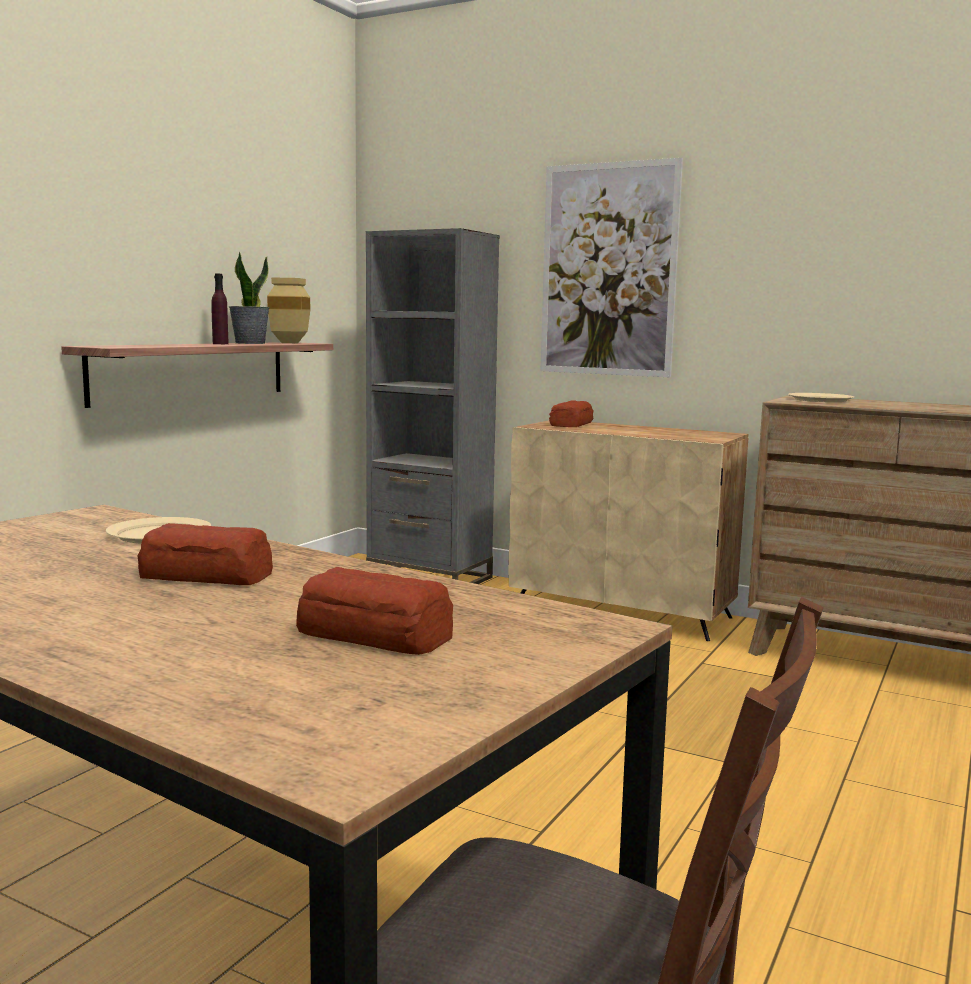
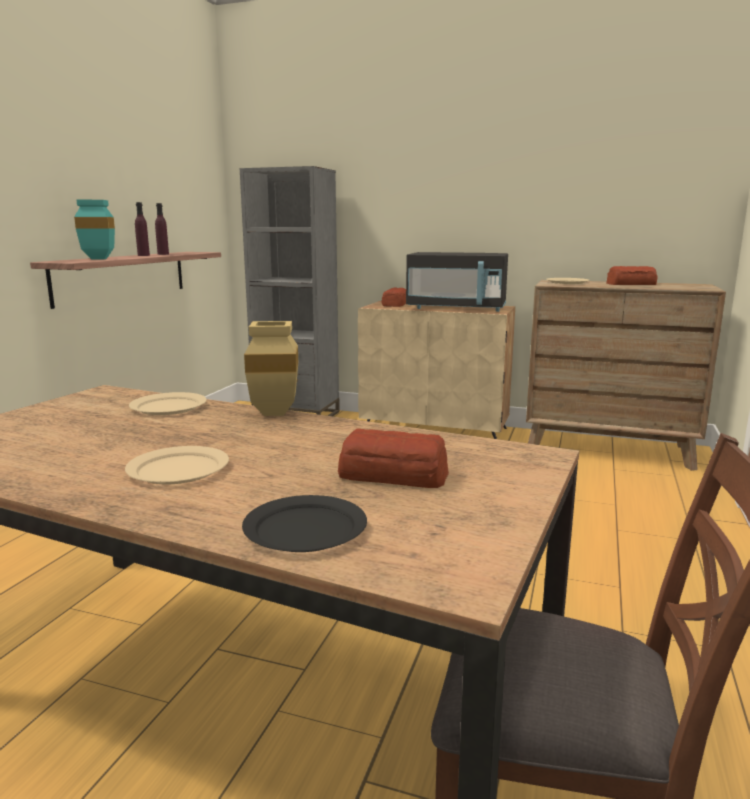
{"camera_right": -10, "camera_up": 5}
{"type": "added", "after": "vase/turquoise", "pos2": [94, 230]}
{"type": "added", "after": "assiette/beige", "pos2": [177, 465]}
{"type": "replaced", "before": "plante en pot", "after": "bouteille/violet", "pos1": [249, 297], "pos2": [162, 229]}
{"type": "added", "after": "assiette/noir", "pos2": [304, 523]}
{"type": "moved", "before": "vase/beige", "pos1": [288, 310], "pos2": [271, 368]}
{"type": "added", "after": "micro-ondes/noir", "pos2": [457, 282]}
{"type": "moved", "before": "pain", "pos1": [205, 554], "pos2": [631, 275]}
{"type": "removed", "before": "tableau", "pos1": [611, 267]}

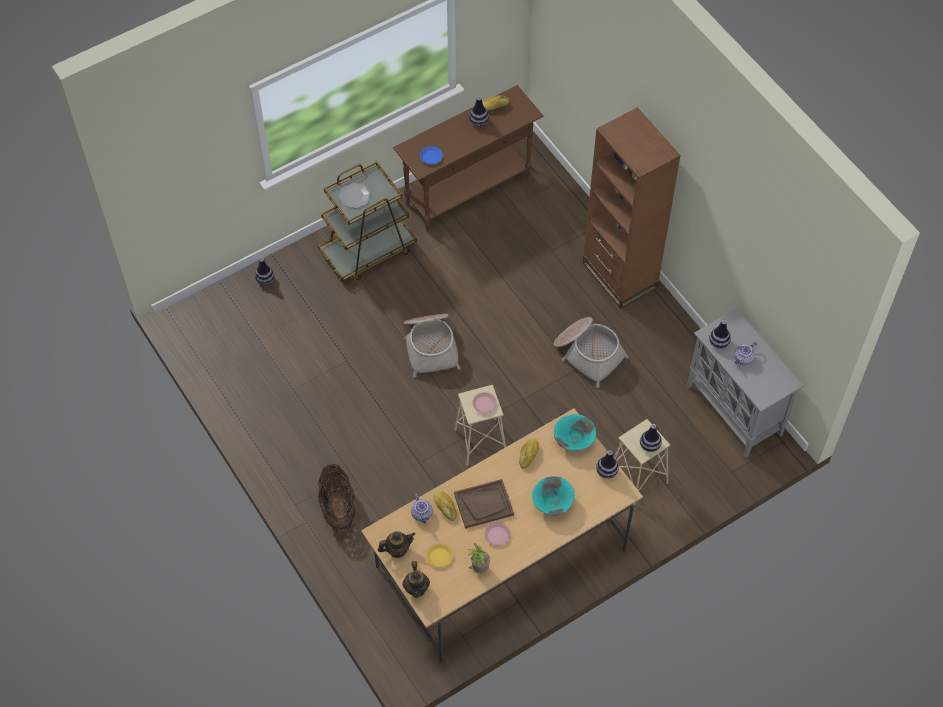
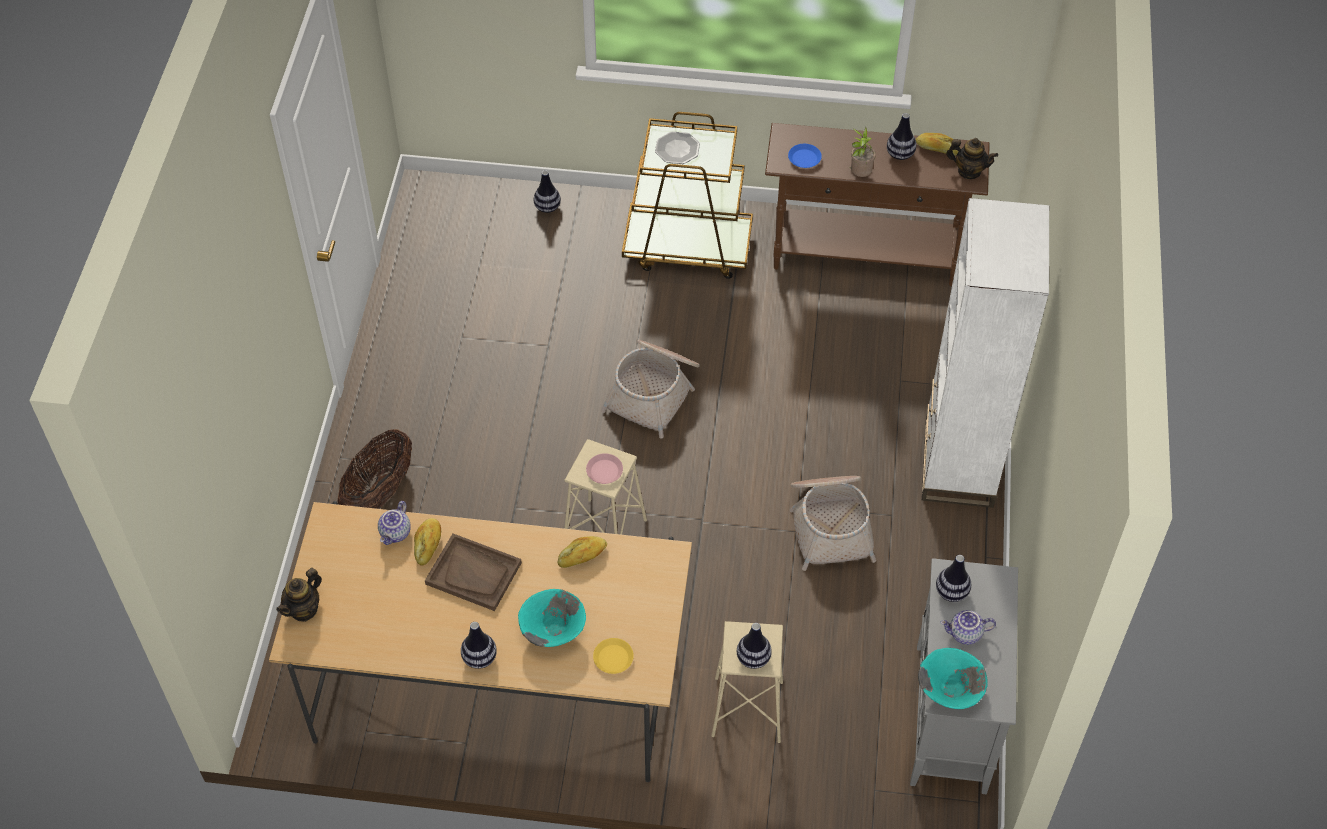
{"camera_right": 40, "camera_up": -5}
{"type": "moved", "before": "vase", "pos1": [607, 464], "pos2": [479, 645]}
{"type": "moved", "before": "assiette/jaune", "pos1": [440, 556], "pos2": [613, 656]}
{"type": "moved", "before": "plante en pot", "pos1": [478, 558], "pos2": [863, 152]}
{"type": "moved", "before": "bol/turquoise", "pos1": [575, 432], "pos2": [953, 678]}
{"type": "recoloured", "before": "bibliothèque/marron", "after": "bibliothèque/blanc", "pos1": [632, 208], "pos2": [985, 353]}
{"type": "moved", "before": "théière", "pos1": [396, 544], "pos2": [972, 158]}
{"type": "removed", "before": "assiette/rose", "pos1": [498, 534]}

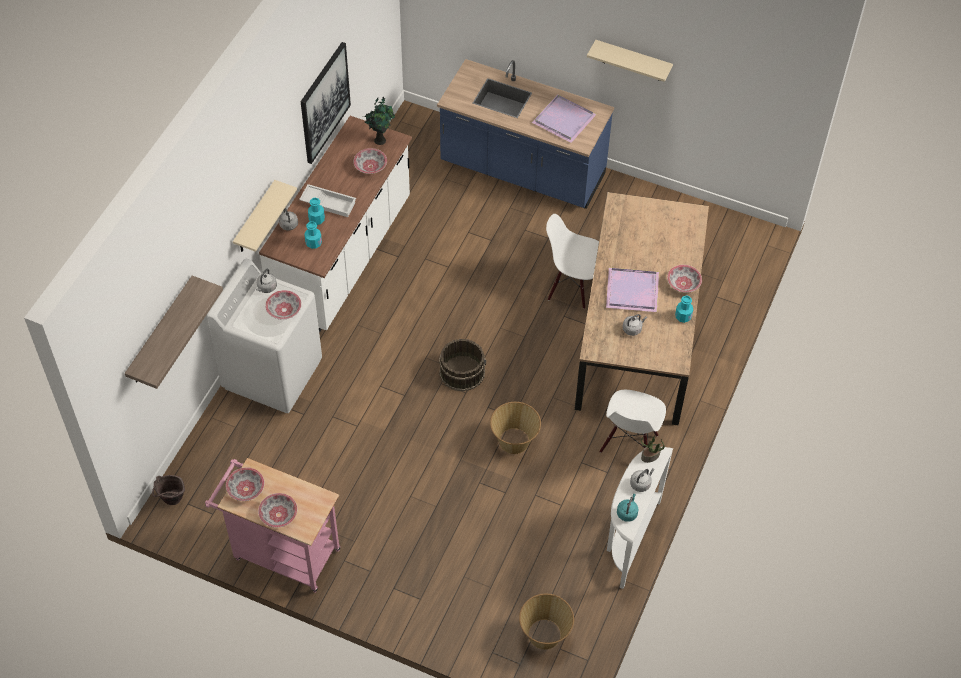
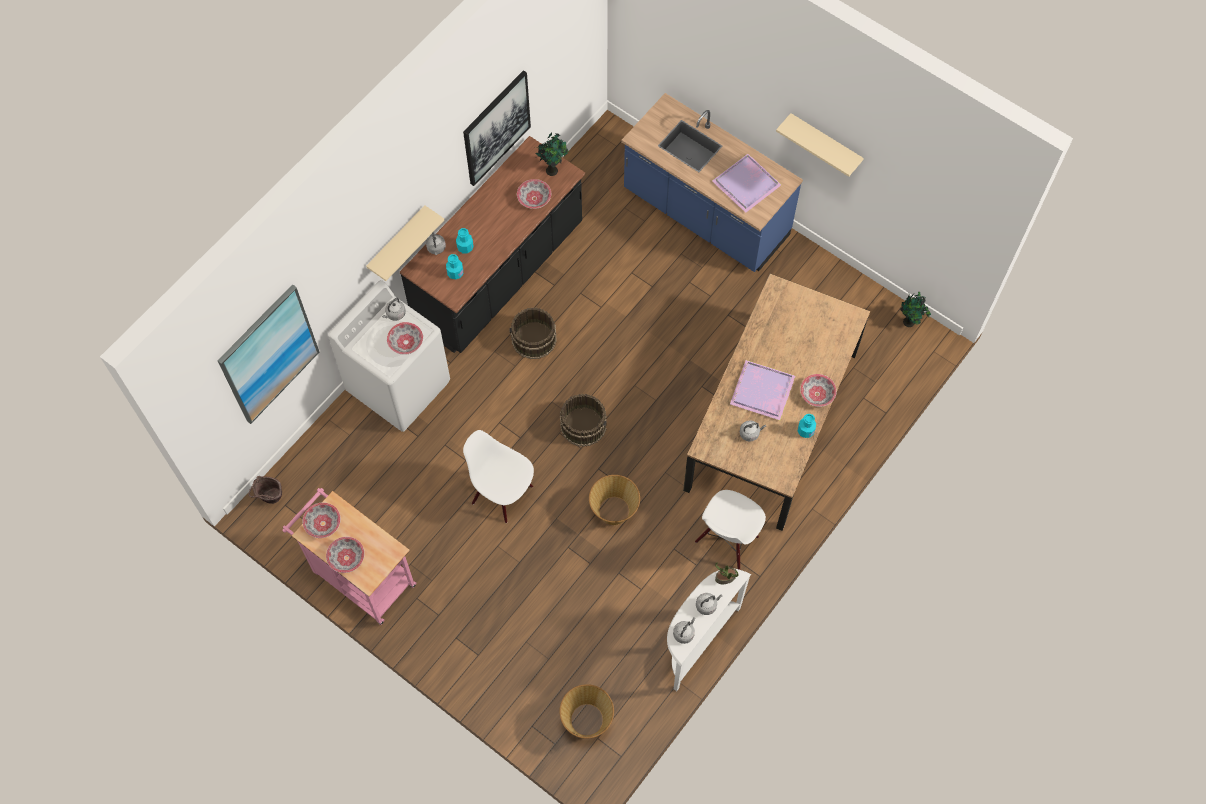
{"camera_right": 15, "camera_up": 10}
{"type": "replaced", "before": "étagère", "after": "tableau", "pos1": [174, 332], "pos2": [268, 354]}
{"type": "recoloured", "before": "comptoir de cuisine/blanc", "after": "comptoir de cuisine/noir", "pos1": [335, 224], "pos2": [492, 244]}
{"type": "moved", "before": "chaise/blanc", "pos1": [572, 261], "pos2": [498, 476]}
{"type": "added", "after": "seau/marron", "pos2": [533, 333]}
{"type": "recoloured", "before": "bouilloire/turquoise", "after": "bouilloire/gris", "pos1": [628, 508], "pos2": [684, 630]}
{"type": "added", "after": "plante en pot", "pos2": [915, 309]}
{"type": "removed", "before": "plateau/blanc", "pos1": [327, 200]}

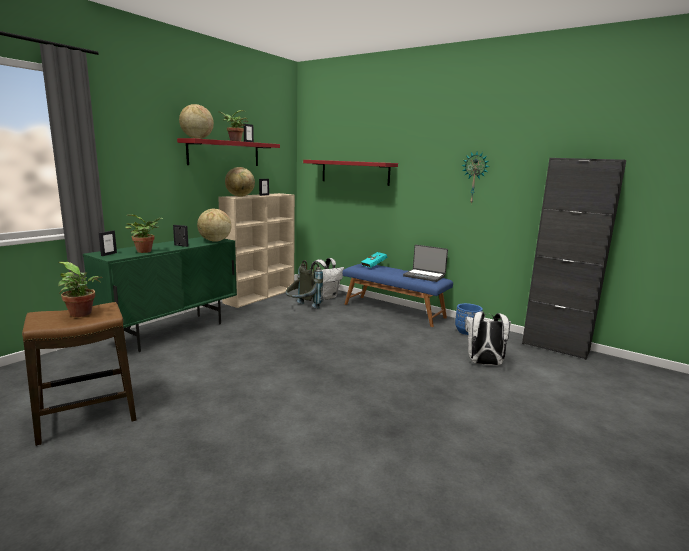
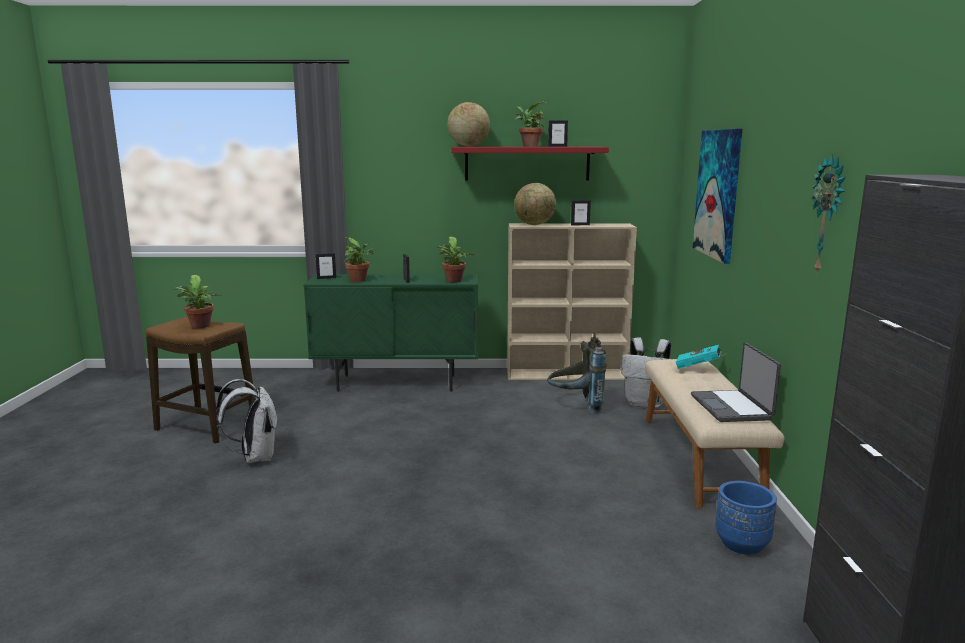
{"camera_right": 55, "camera_up": 0}
{"type": "moved", "before": "sac à dos/blanc", "pos1": [488, 338], "pos2": [246, 421]}
{"type": "replaced", "before": "globe", "after": "plante en pot", "pos1": [214, 225], "pos2": [455, 259]}
{"type": "recoloured", "before": "banc/bleu", "after": "banc/beige", "pos1": [398, 295], "pos2": [715, 433]}
{"type": "replaced", "before": "étagère/rouge", "after": "tableau", "pos1": [350, 173], "pos2": [717, 196]}

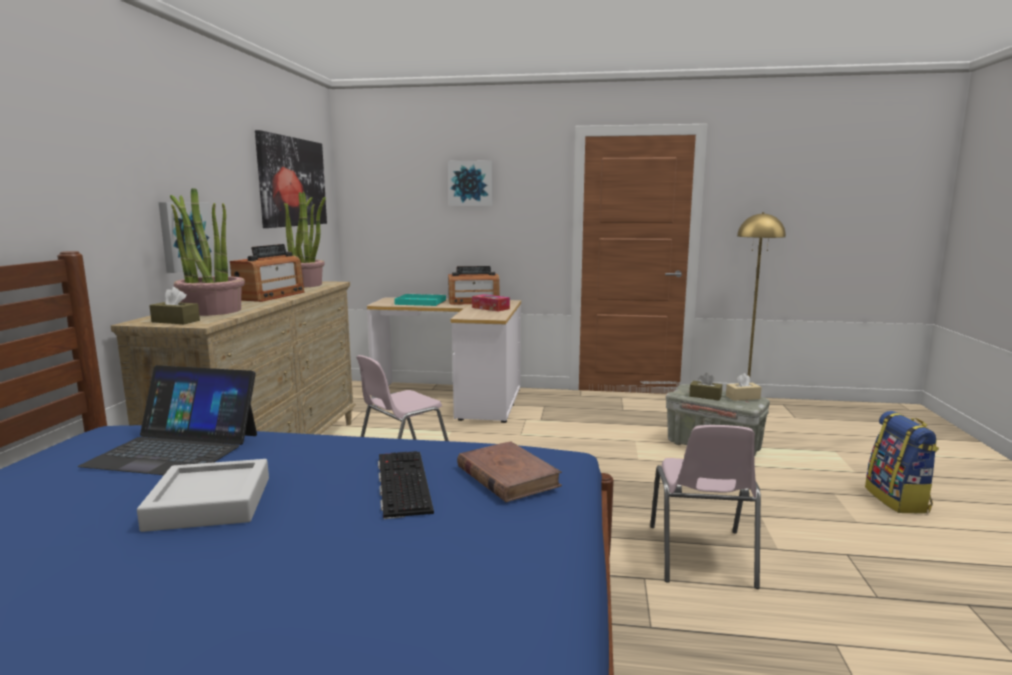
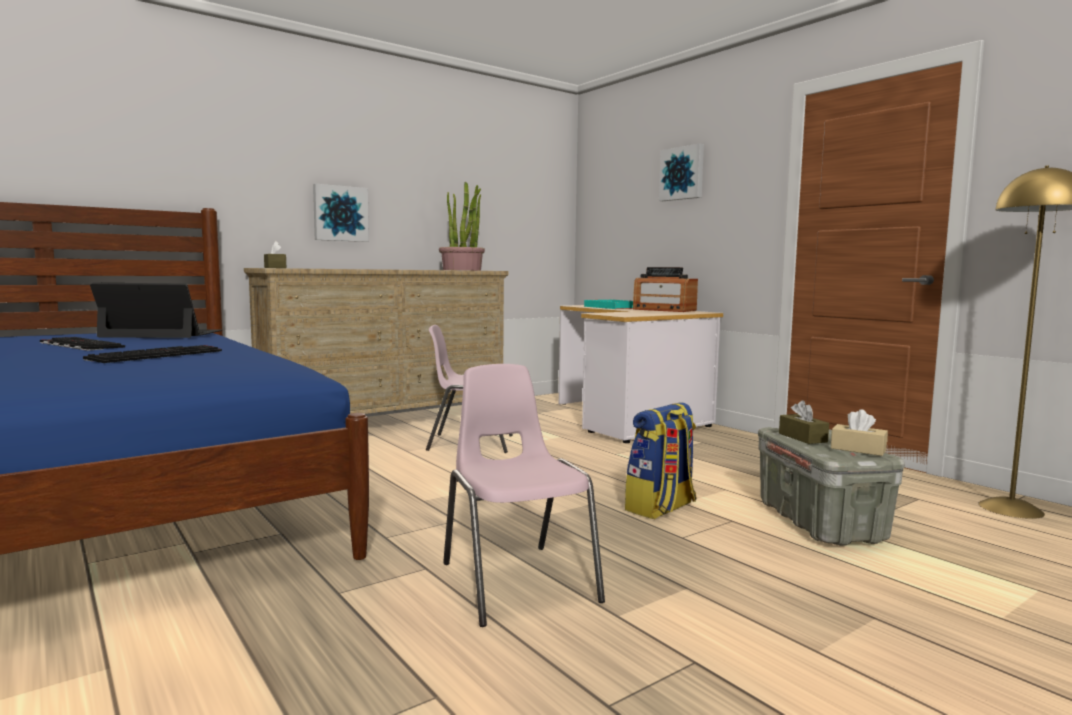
{"camera_right": 45, "camera_up": -5}
{"type": "replaced", "before": "plateau/gris", "after": "clavier", "pos1": [203, 495], "pos2": [82, 344]}
{"type": "turned", "before": "ordinateur portable", "pos1": [167, 420], "pos2": [156, 310], "turn": 120}
{"type": "turned", "before": "chaise/rose", "pos1": [705, 507], "pos2": [524, 495], "turn": 105}
{"type": "moved", "before": "sac à dos", "pos1": [902, 462], "pos2": [660, 460]}
{"type": "removed", "before": "plante en pot", "pos1": [207, 252]}
{"type": "removed", "before": "radio", "pos1": [267, 273]}
{"type": "removed", "before": "tableau", "pos1": [291, 179]}
{"type": "removed", "before": "livre/marron", "pos1": [509, 471]}
{"type": "removed", "before": "boîte à mouchoirs", "pos1": [491, 303]}

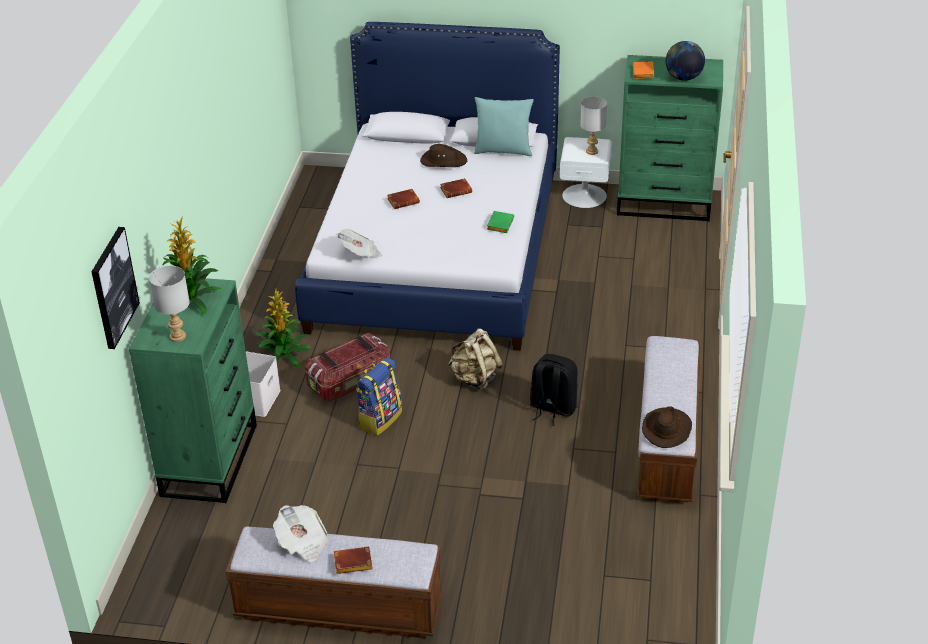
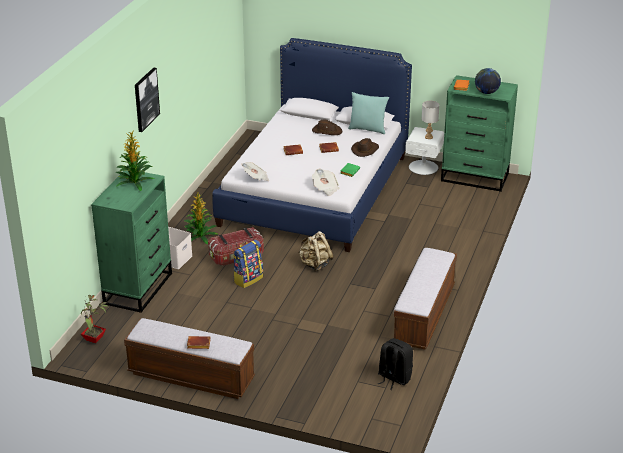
{"camera_right": 10, "camera_up": -5}
{"type": "added", "after": "plante en pot", "pos2": [94, 319]}
{"type": "moved", "before": "tableau", "pos1": [115, 288], "pos2": [147, 99]}
{"type": "moved", "before": "journal", "pos1": [301, 533], "pos2": [326, 182]}
{"type": "moved", "before": "chapeau/marron", "pos1": [667, 427], "pos2": [365, 147]}
{"type": "moved", "before": "sac à dos/noir", "pos1": [554, 390], "pos2": [395, 364]}
{"type": "removed", "before": "lampe de table/gris", "pos1": [169, 304]}

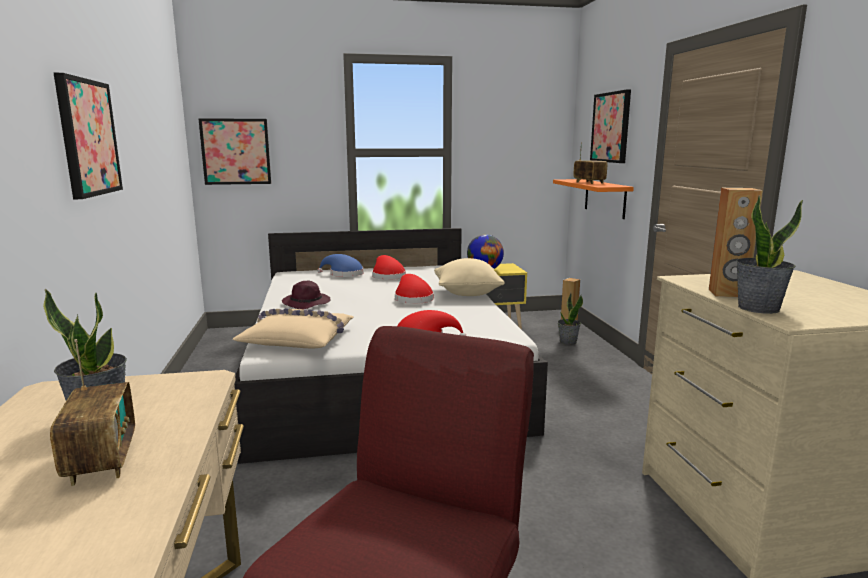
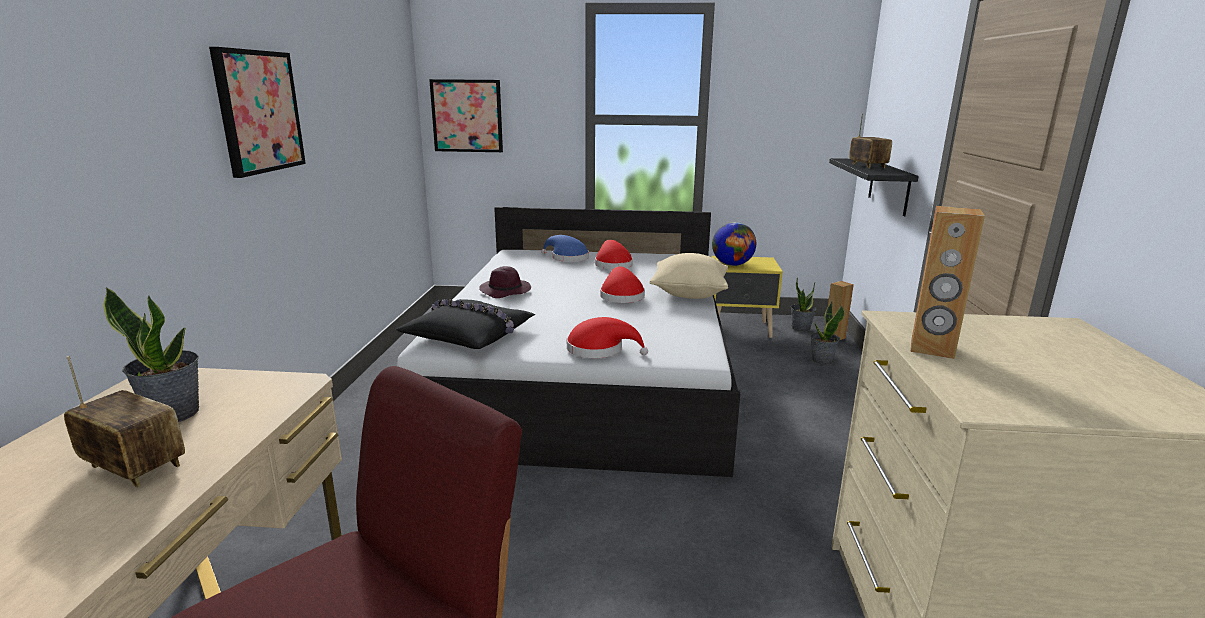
{"camera_right": 15, "camera_up": 5}
{"type": "turned", "before": "radio", "pos1": [92, 412], "pos2": [124, 421], "turn": -60}
{"type": "recoloured", "before": "coussin/beige", "after": "coussin/noir", "pos1": [293, 328], "pos2": [465, 324]}
{"type": "moved", "before": "plante en pot", "pos1": [769, 254], "pos2": [803, 305]}
{"type": "recoloured", "before": "étagère/orange", "after": "étagère/noir", "pos1": [593, 199], "pos2": [874, 187]}
{"type": "removed", "before": "tableau", "pos1": [610, 126]}

